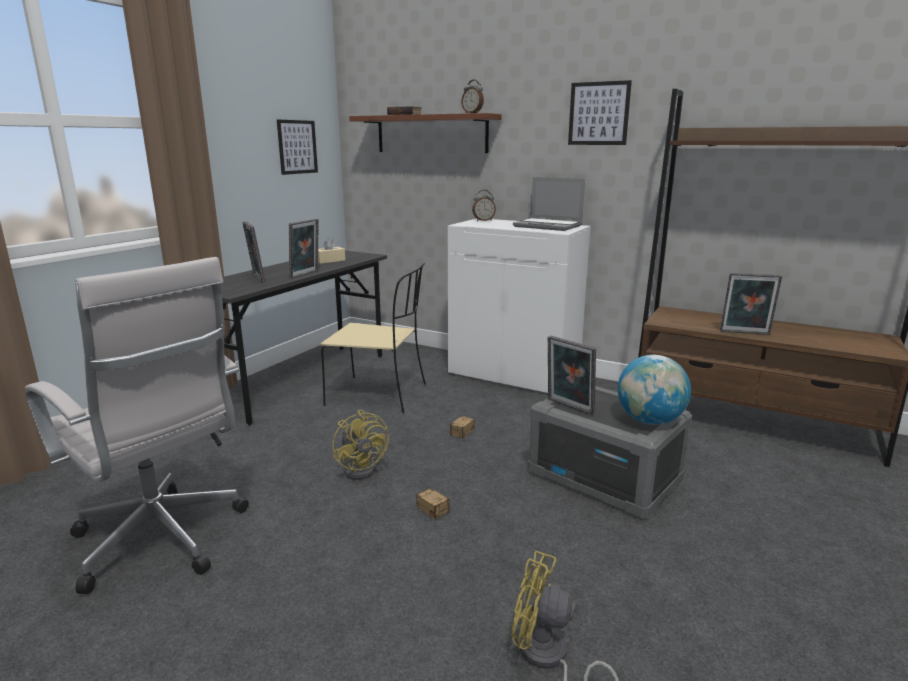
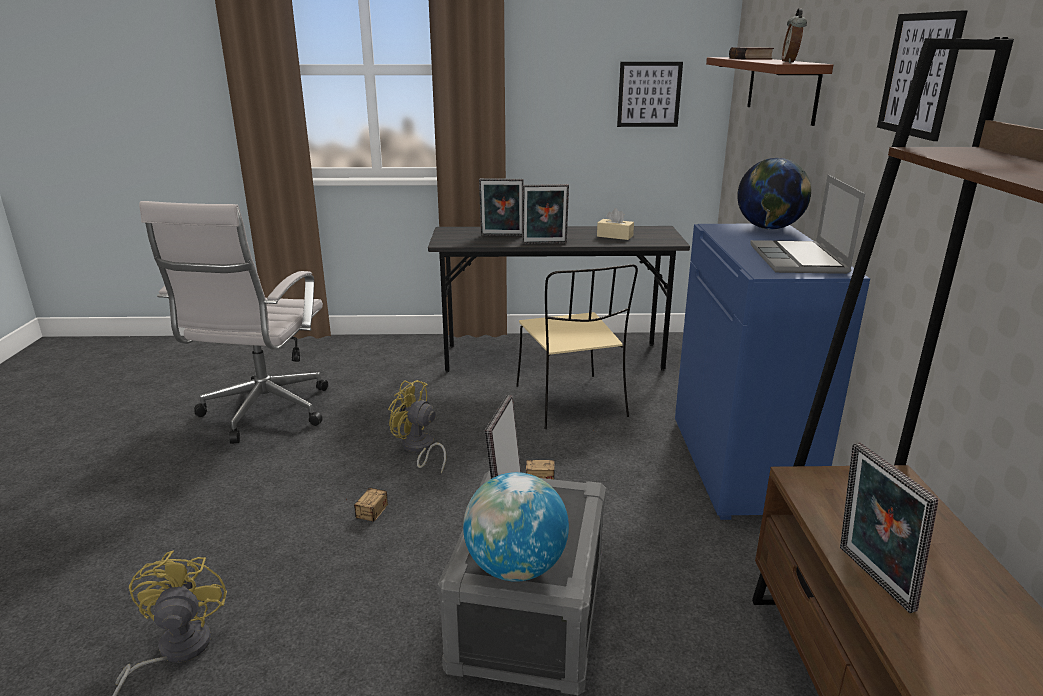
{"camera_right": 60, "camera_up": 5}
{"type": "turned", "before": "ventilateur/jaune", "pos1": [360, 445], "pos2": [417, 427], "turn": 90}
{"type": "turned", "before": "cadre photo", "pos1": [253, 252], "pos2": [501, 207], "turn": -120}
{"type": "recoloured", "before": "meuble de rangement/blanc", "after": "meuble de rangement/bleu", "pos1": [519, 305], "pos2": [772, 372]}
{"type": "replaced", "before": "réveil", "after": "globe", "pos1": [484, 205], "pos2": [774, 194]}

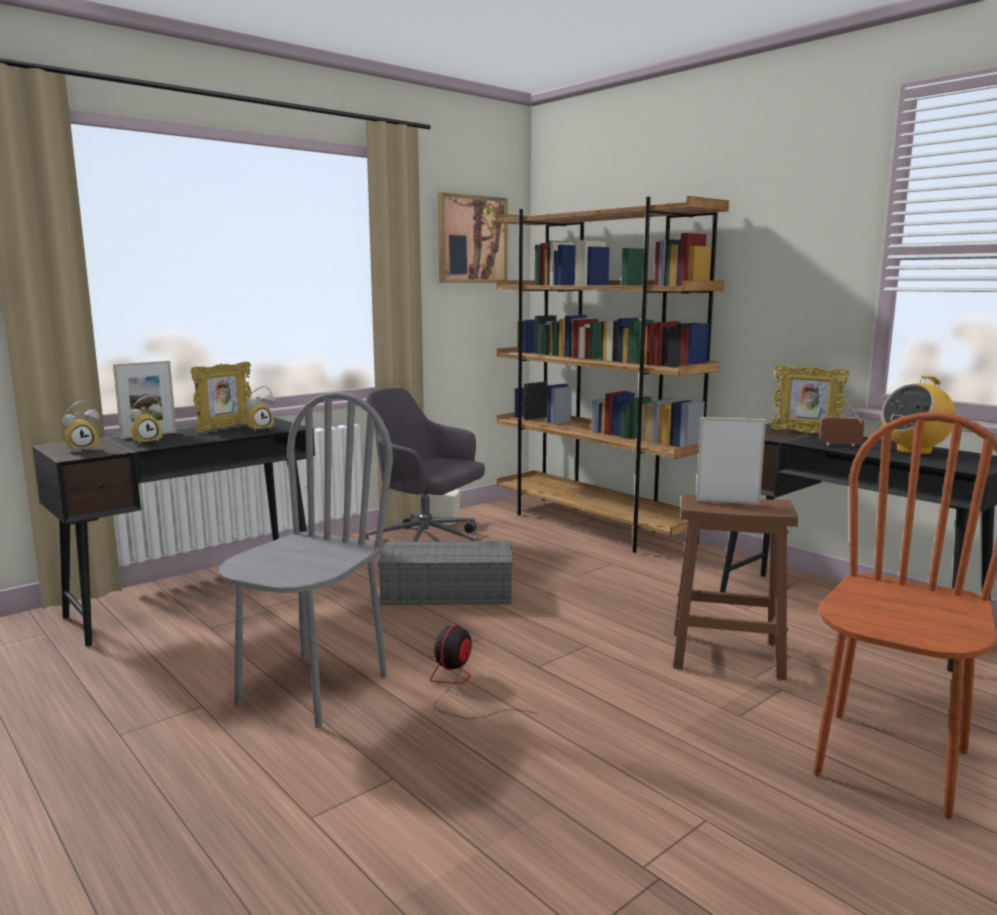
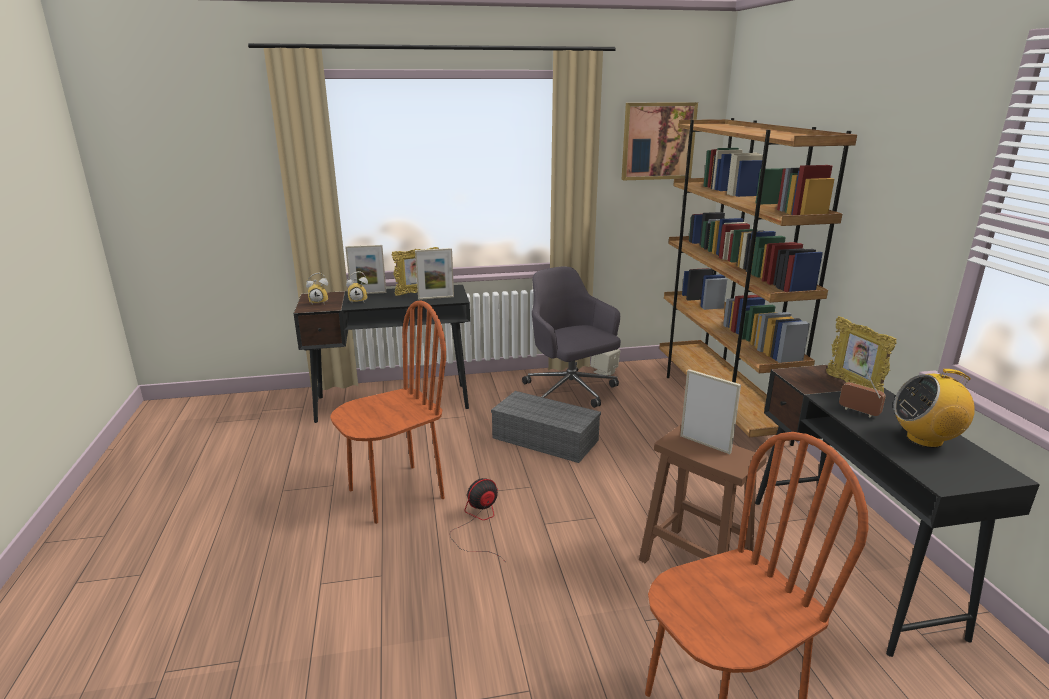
{"camera_right": 30, "camera_up": 10}
{"type": "recoloured", "before": "chaise/gris", "after": "chaise/marron", "pos1": [306, 559], "pos2": [388, 412]}
{"type": "replaced", "before": "réveil", "after": "cadre photo", "pos1": [260, 409], "pos2": [434, 274]}

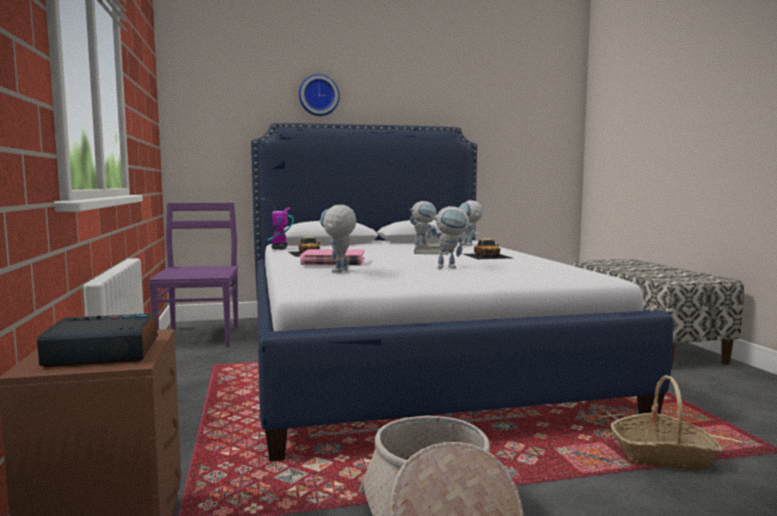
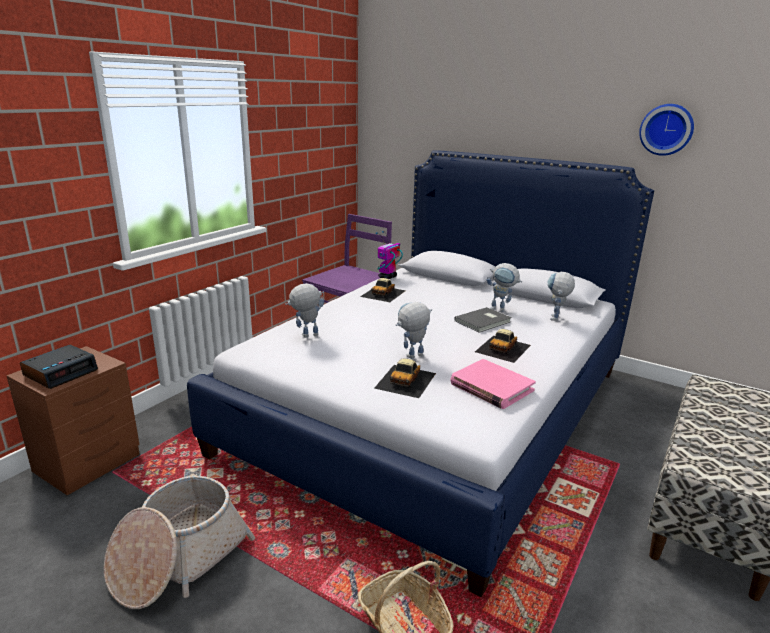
{"camera_right": 45, "camera_up": 15}
{"type": "turned", "before": "réveil", "pos1": [97, 340], "pos2": [59, 367], "turn": 90}
{"type": "added", "after": "petite voiture", "pos2": [405, 378]}
{"type": "turned", "before": "robot jouet", "pos1": [451, 237], "pos2": [414, 330], "turn": 105}
{"type": "moved", "before": "livre/rose", "pos1": [332, 257], "pos2": [493, 384]}
{"type": "moved", "before": "horloge murale", "pos1": [319, 95], "pos2": [666, 130]}

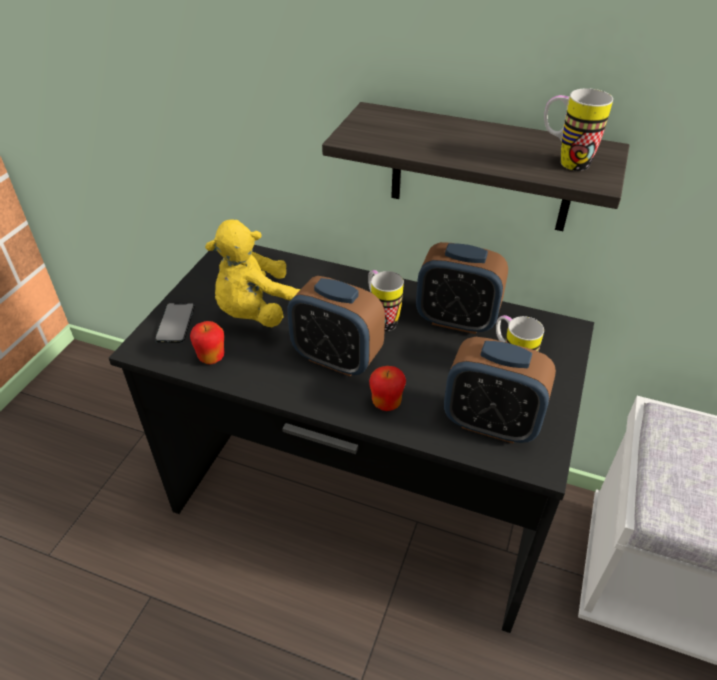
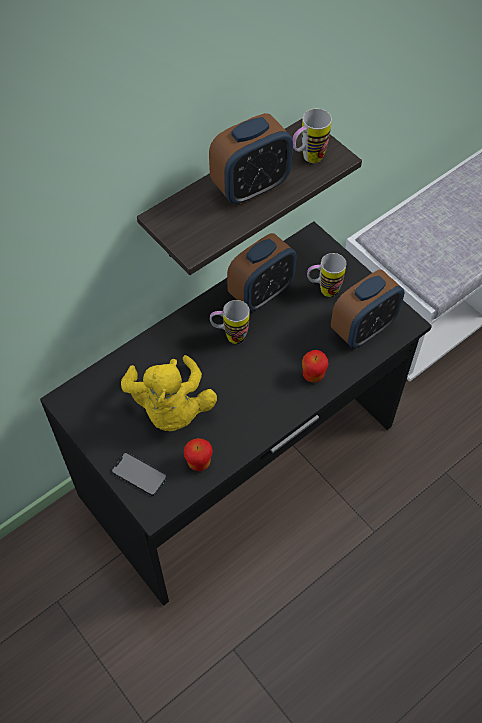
{"camera_right": -60, "camera_up": 15}
{"type": "moved", "before": "réveil", "pos1": [336, 326], "pos2": [251, 158]}

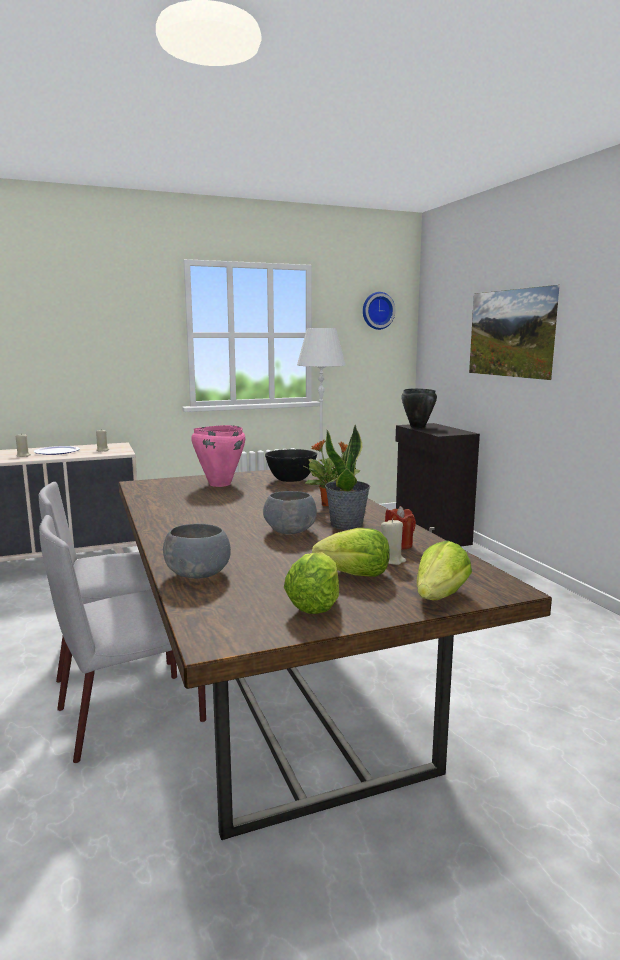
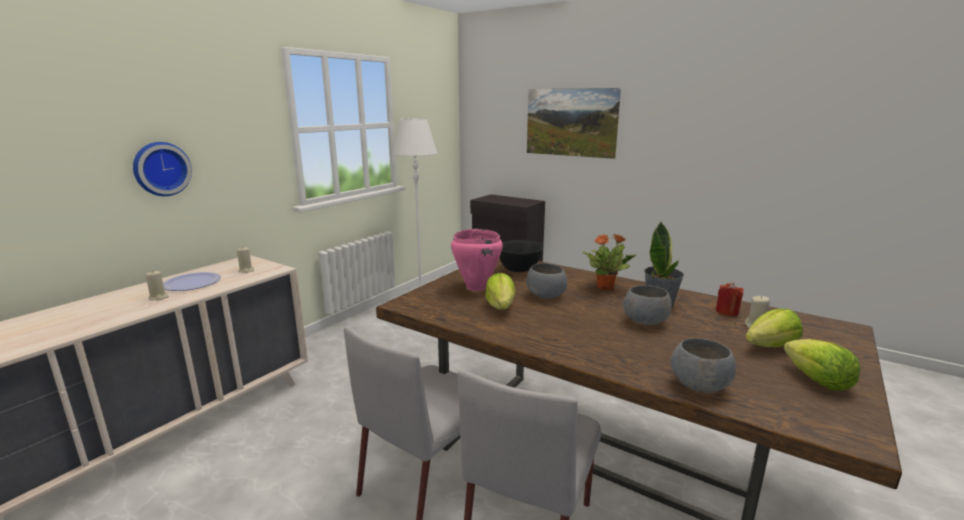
{"camera_right": -35, "camera_up": 5}
{"type": "moved", "before": "horloge murale", "pos1": [379, 311], "pos2": [162, 169]}
{"type": "moved", "before": "laitue", "pos1": [444, 570], "pos2": [500, 291]}
{"type": "added", "after": "bol/gris", "pos2": [546, 281]}
{"type": "removed", "before": "marmite/noir", "pos1": [419, 408]}

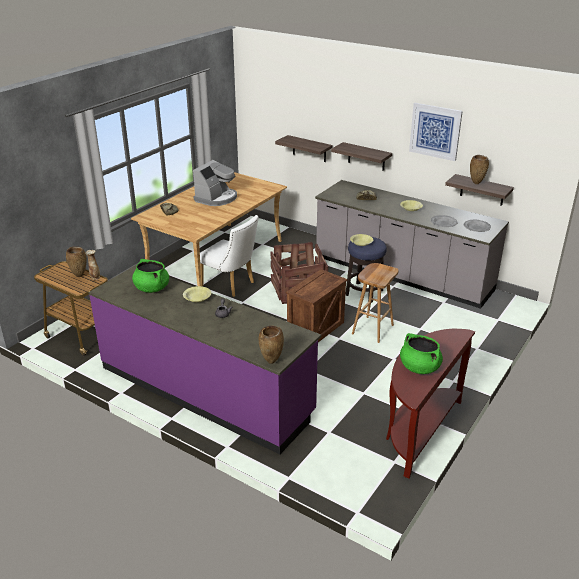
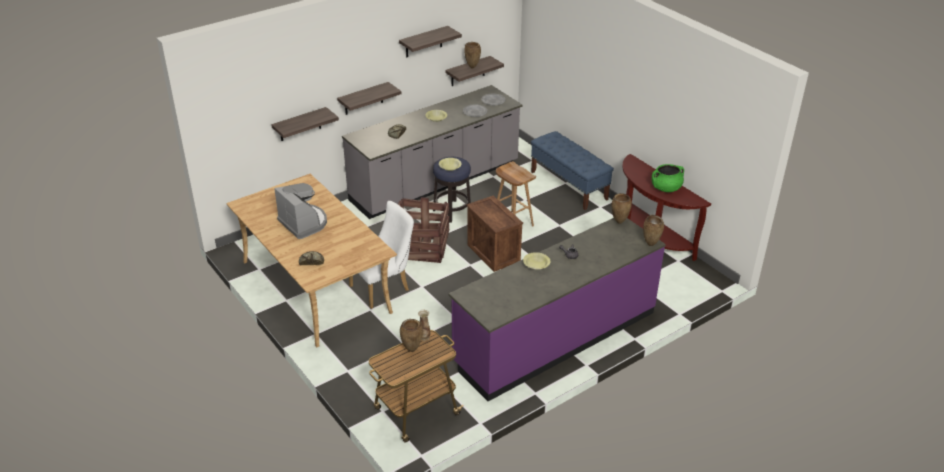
{"camera_right": -70, "camera_up": 5}
{"type": "replaced", "before": "tableau", "after": "étagère", "pos1": [436, 132], "pos2": [430, 42]}
{"type": "added", "after": "banc/bleu", "pos2": [572, 170]}
{"type": "added", "after": "vase/marron", "pos2": [622, 208]}
{"type": "removed", "before": "marmite/vert", "pos1": [150, 276]}

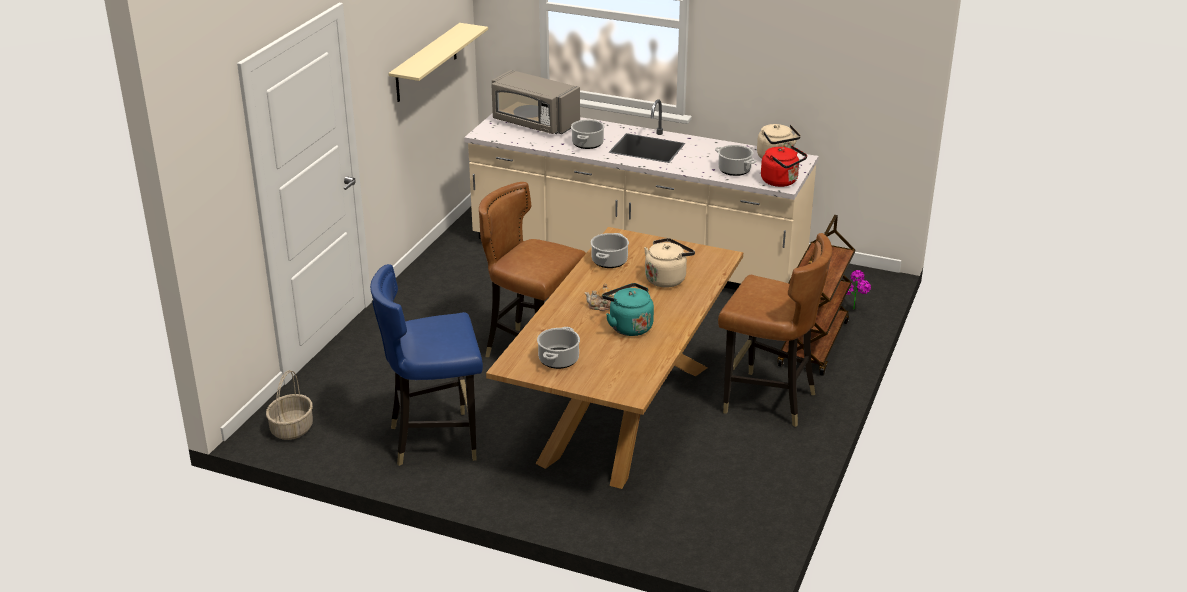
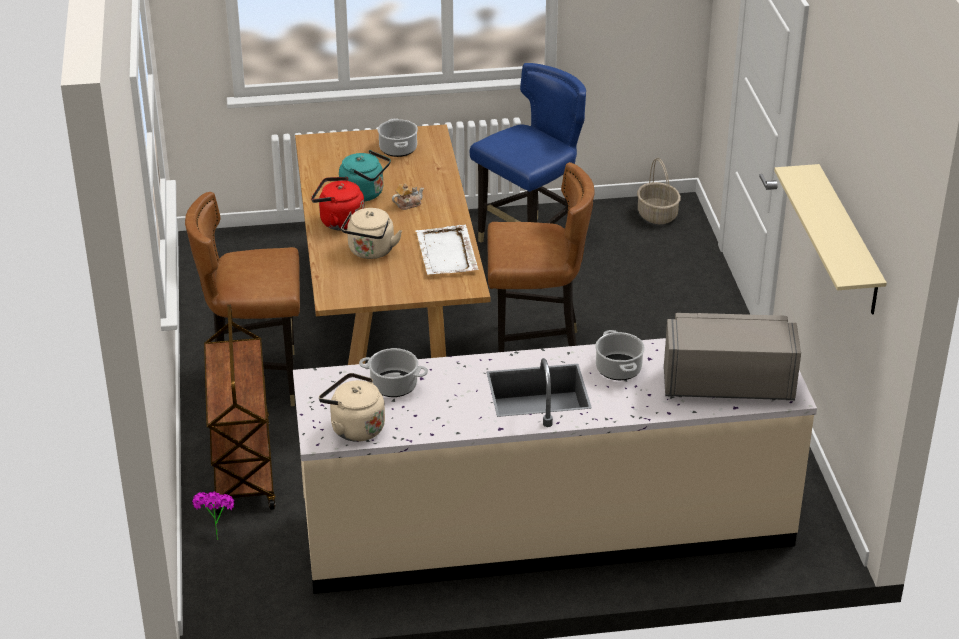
{"camera_right": 150, "camera_up": 5}
{"type": "moved", "before": "bouilloire/rouge", "pos1": [784, 166], "pos2": [338, 204]}
{"type": "replaced", "before": "marmite", "after": "plateau/blanc", "pos1": [610, 250], "pos2": [447, 250]}

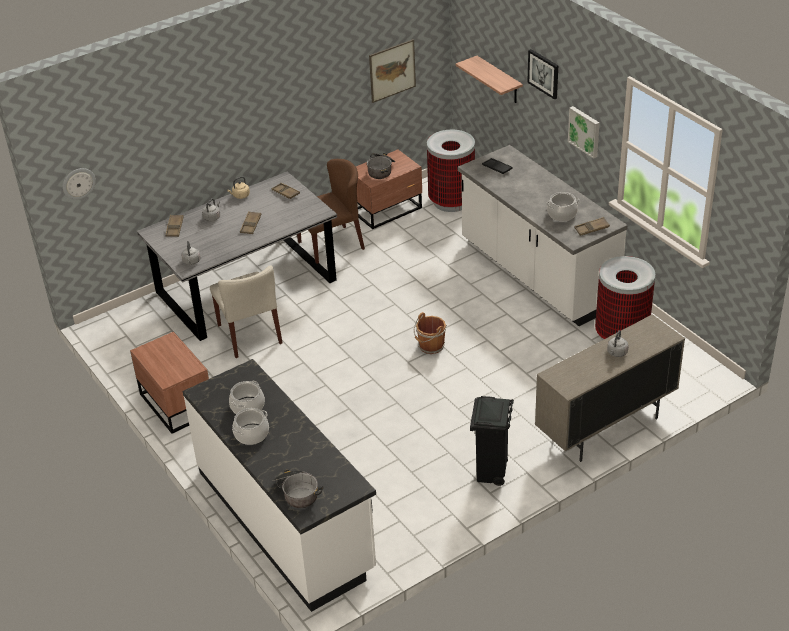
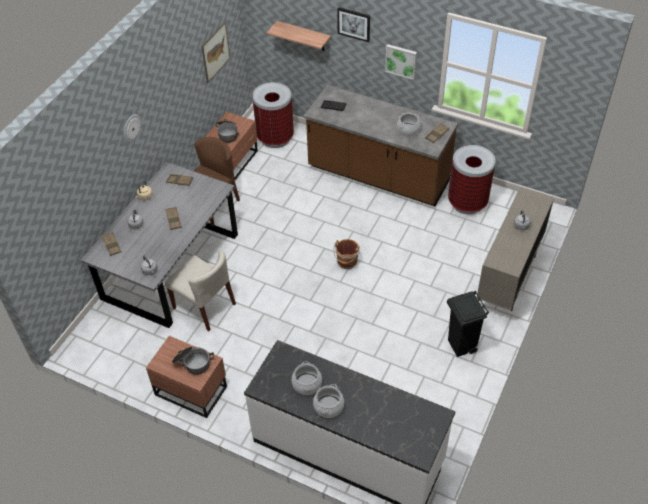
{"camera_right": -30, "camera_up": 10}
{"type": "moved", "before": "horloge murale", "pos1": [79, 184], "pos2": [132, 128]}
{"type": "moved", "before": "marmite", "pos1": [298, 488], "pos2": [193, 361]}
{"type": "recoloured", "before": "comptoir de cuisine/blanc", "after": "comptoir de cuisine/marron", "pos1": [543, 235], "pos2": [381, 145]}

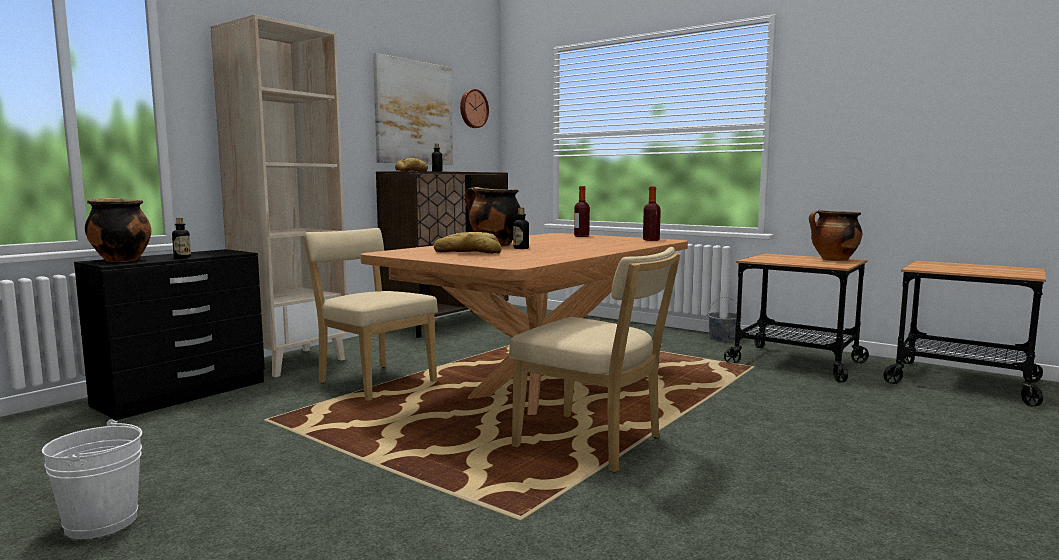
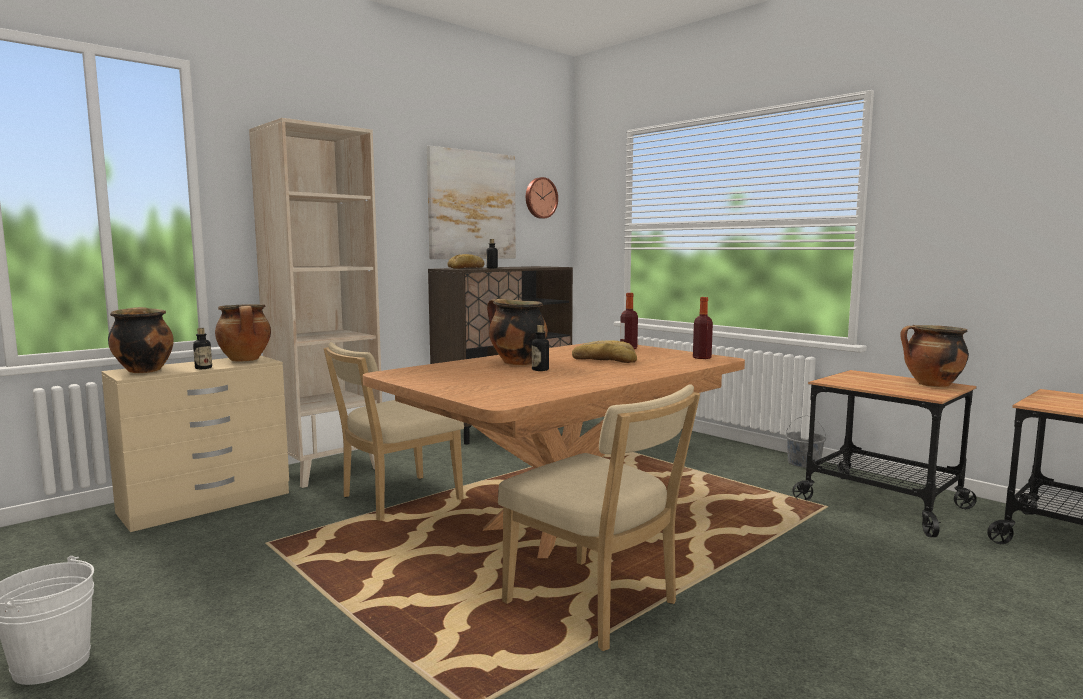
{"camera_right": 10, "camera_up": 0}
{"type": "recoloured", "before": "commode/noir", "after": "commode/beige", "pos1": [169, 334], "pos2": [195, 443]}
{"type": "added", "after": "marmite", "pos2": [243, 332]}
{"type": "turned", "before": "chaise/beige", "pos1": [371, 314], "pos2": [394, 431], "turn": -90}
{"type": "moved", "before": "pain", "pos1": [467, 243], "pos2": [604, 351]}

